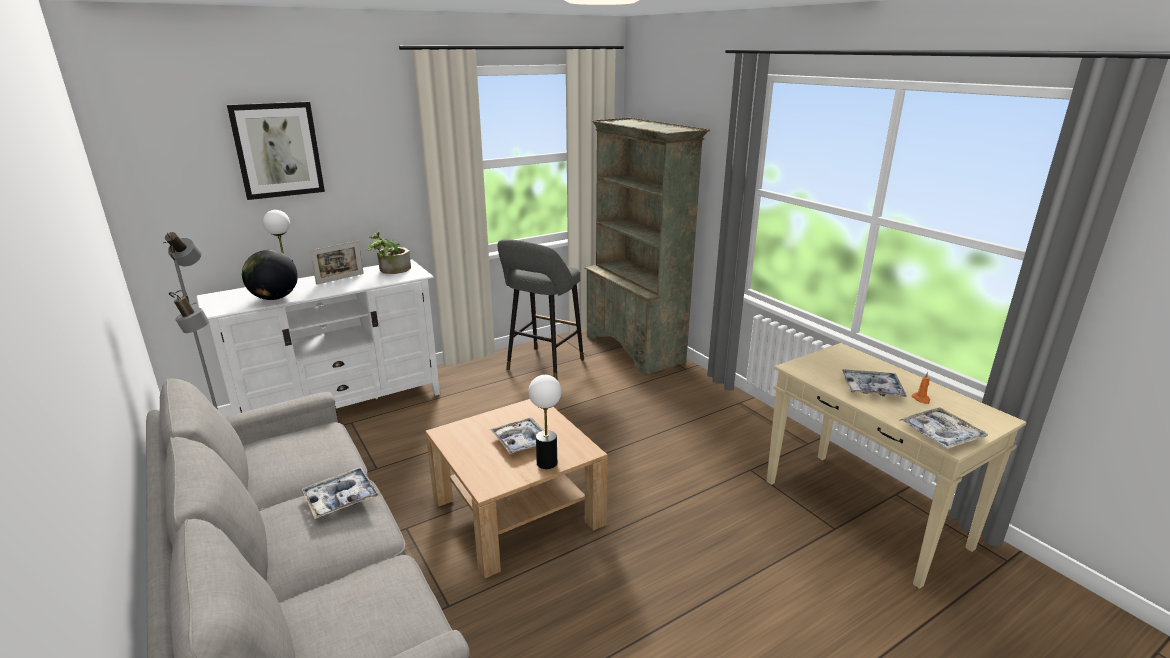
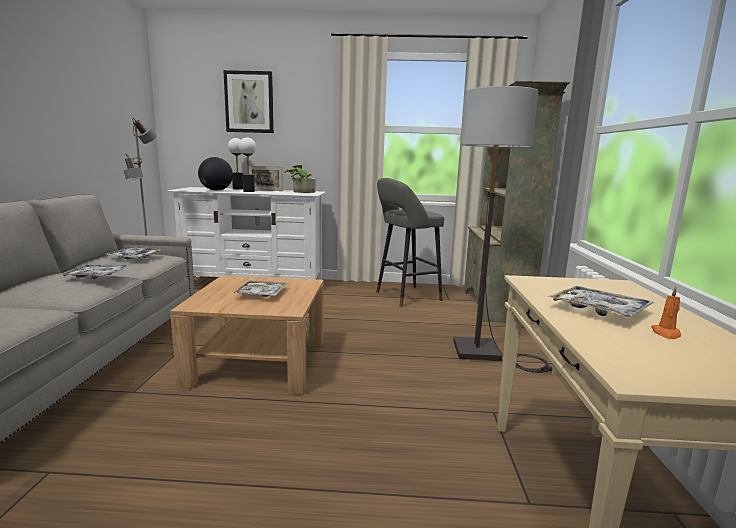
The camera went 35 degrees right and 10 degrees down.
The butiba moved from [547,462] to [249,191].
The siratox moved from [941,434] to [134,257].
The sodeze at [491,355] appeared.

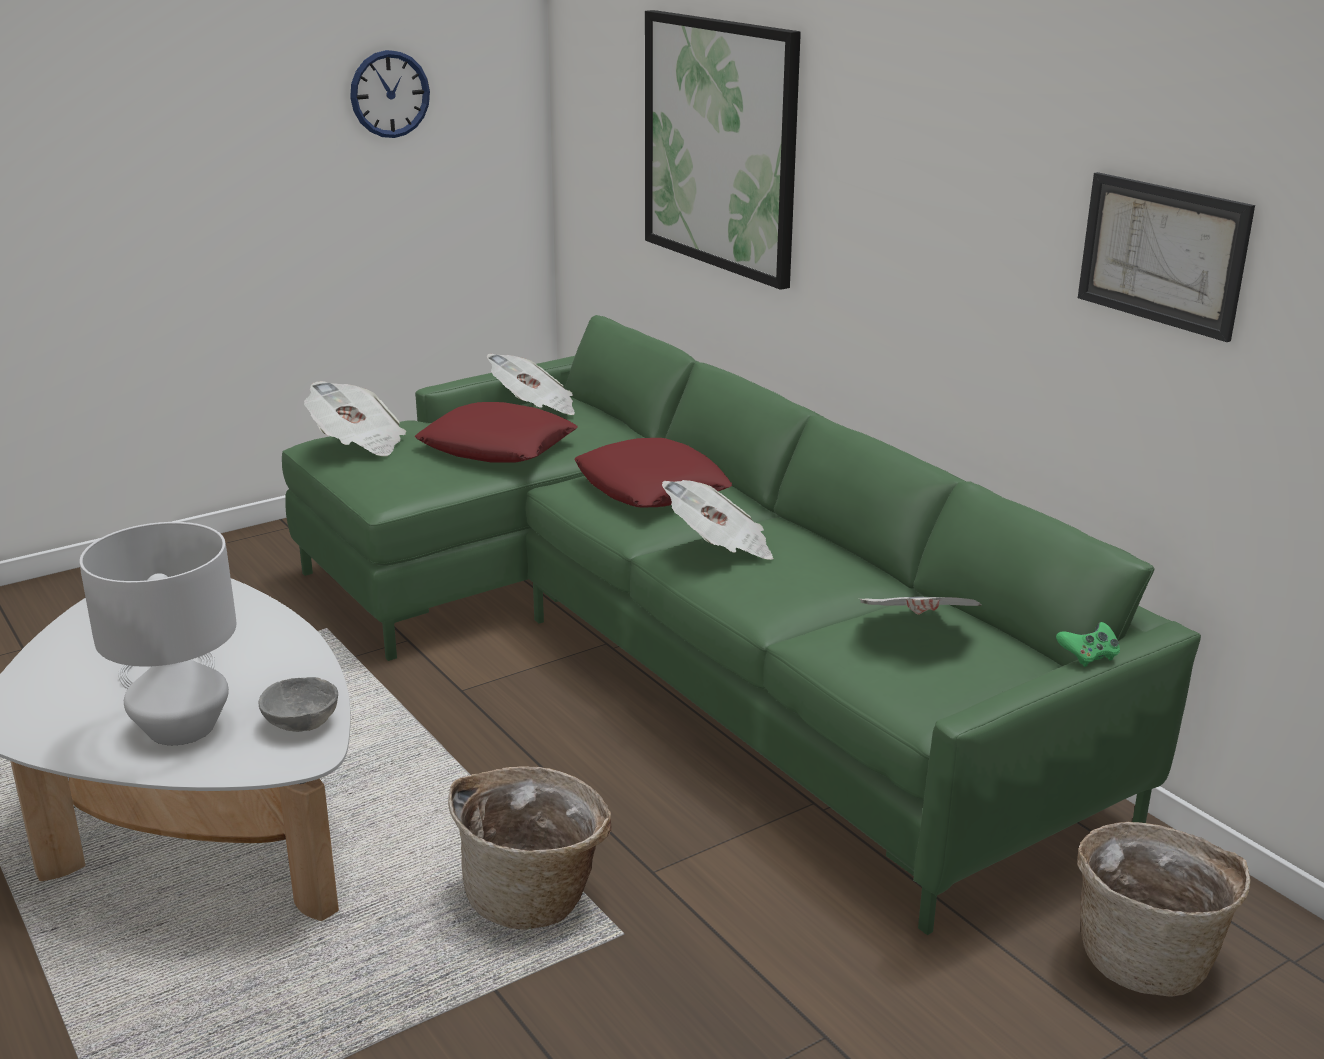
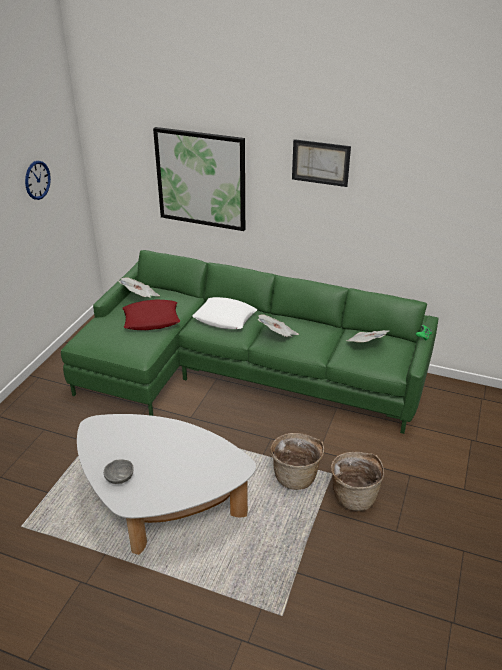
The camera went 35 degrees left and 10 degrees up.
The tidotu moved from [1162,254] to [320,162].
The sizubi at [358,443] disappeared.
The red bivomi at [651,487] became the white bivomi at [225,318].
The grey butiba at [176,704] disappeared.
The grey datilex moved from [301,723] to [120,478].
The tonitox moved from [1146,957] to [354,495].

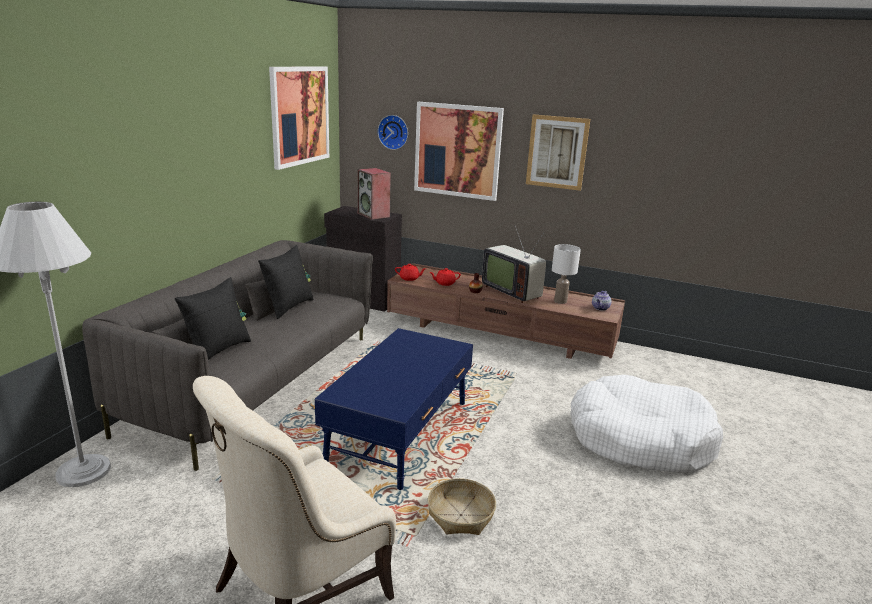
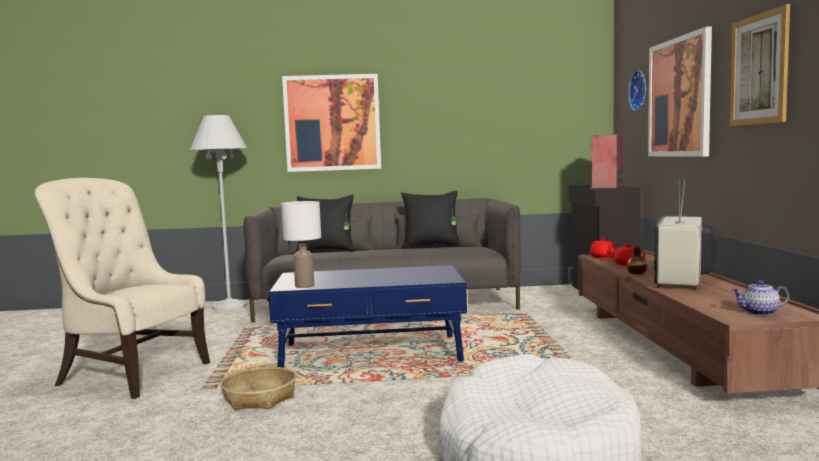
The camera went 65 degrees right and 15 degrees down.
The tidotu moved from [300,116] to [332,123].
The white butiba moved from [560,301] to [304,286].

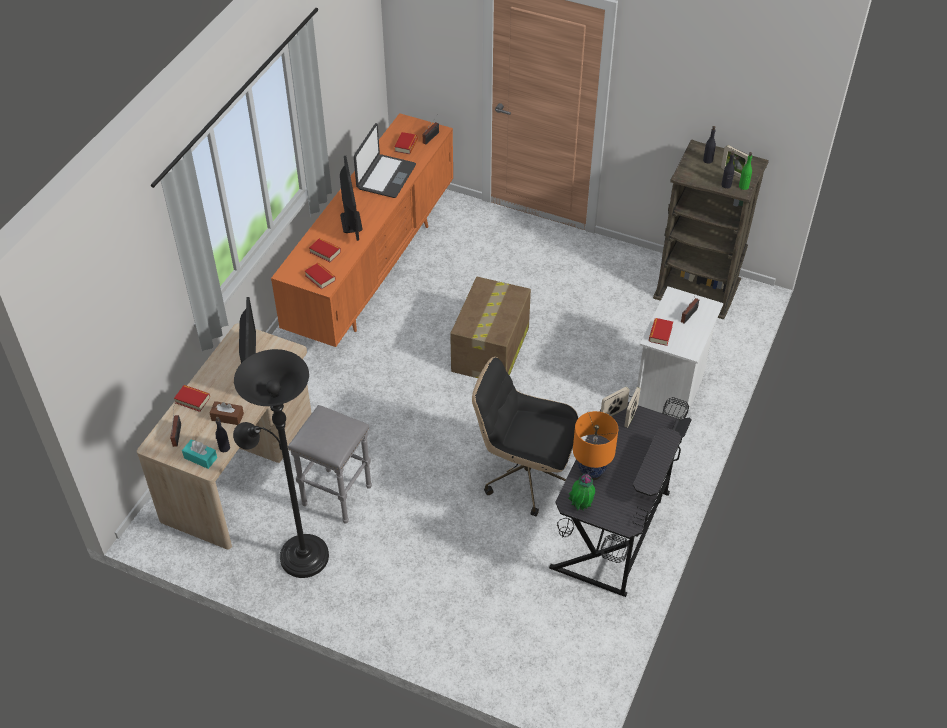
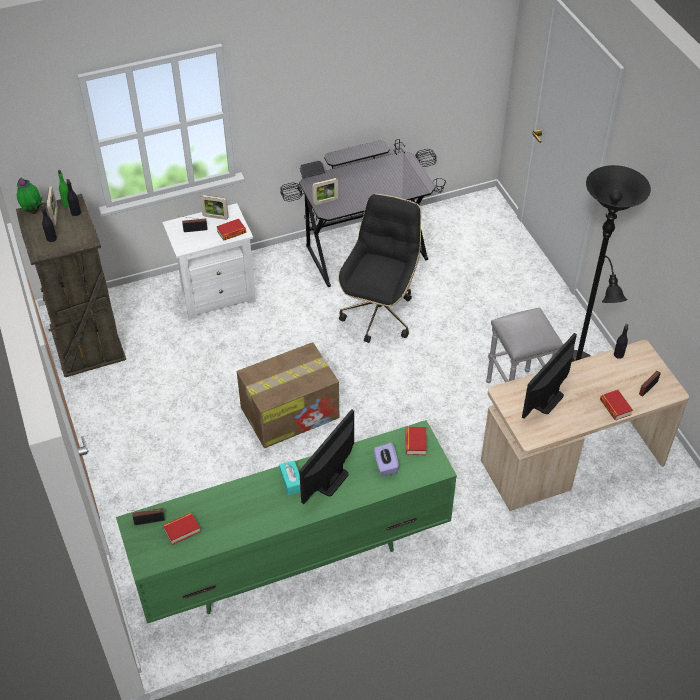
The camera went 135 degrees left and 0 degrees up.
The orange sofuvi at [372,270] became the green sofuvi at [292,561].
The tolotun at [385,177] disappeared.
The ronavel at [325,252] was replaced by the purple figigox at [385,465].
The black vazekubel at [524,478] turned 135 degrees counterclockwise.
The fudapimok moved from [613,413] to [215,217].
The brown figigox at [227,417] disappeared.
The orange butiba at [591,471] disappeared.
The turquoise figigox moved from [200,458] to [291,481].
The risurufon moved from [581,506] to [33,211].

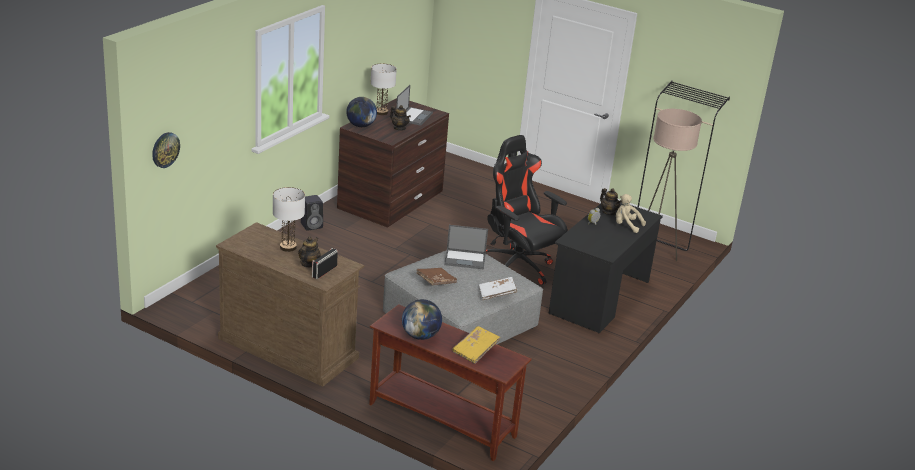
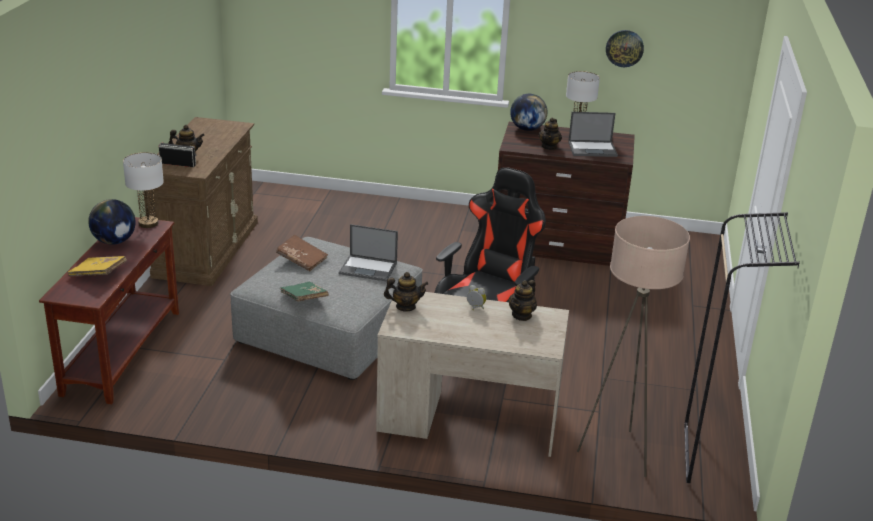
The camera went 70 degrees right and 0 degrees up.
The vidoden moved from [165,149] to [624,48].
The butiba moved from [288,247] to [148,223].
The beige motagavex at [626,225] disappeared.
The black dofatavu at [312,225] disappeared.
The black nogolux at [599,298] became the beige nogolux at [468,419].
The tolotun at [465,259] turned 60 degrees counterclockwise.
The white ronavel at [497,294] became the green ronavel at [304,299].
The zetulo at [405,307] appeared.

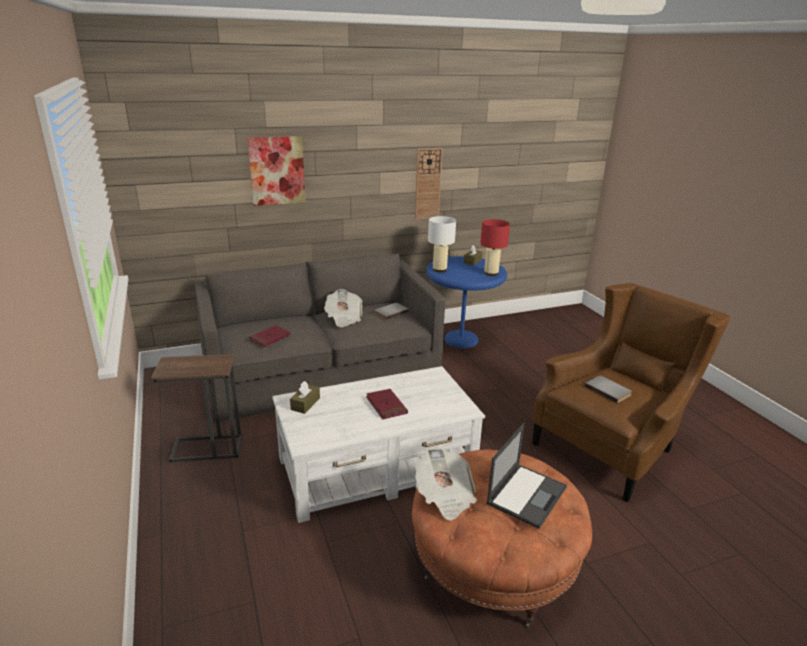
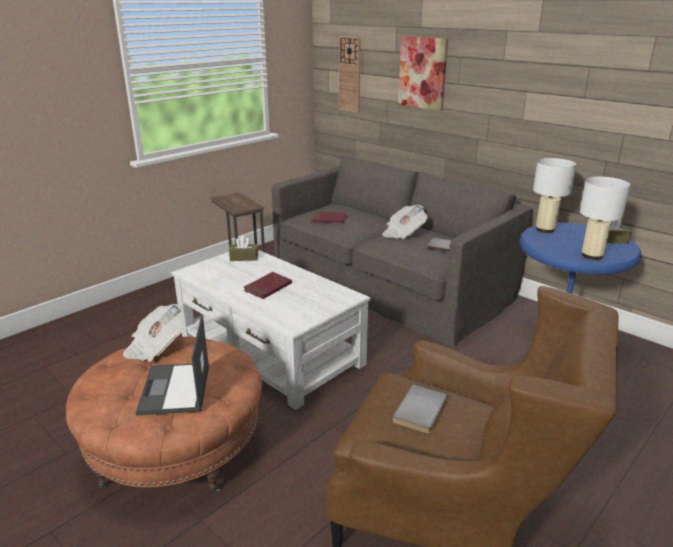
The camera went 65 degrees right and 0 degrees up.
The vidoden moved from [428,184] to [350,74].
The red butiba at [491,273] became the white butiba at [592,256].
The tolotun at [527,494] turned 75 degrees clockwise.

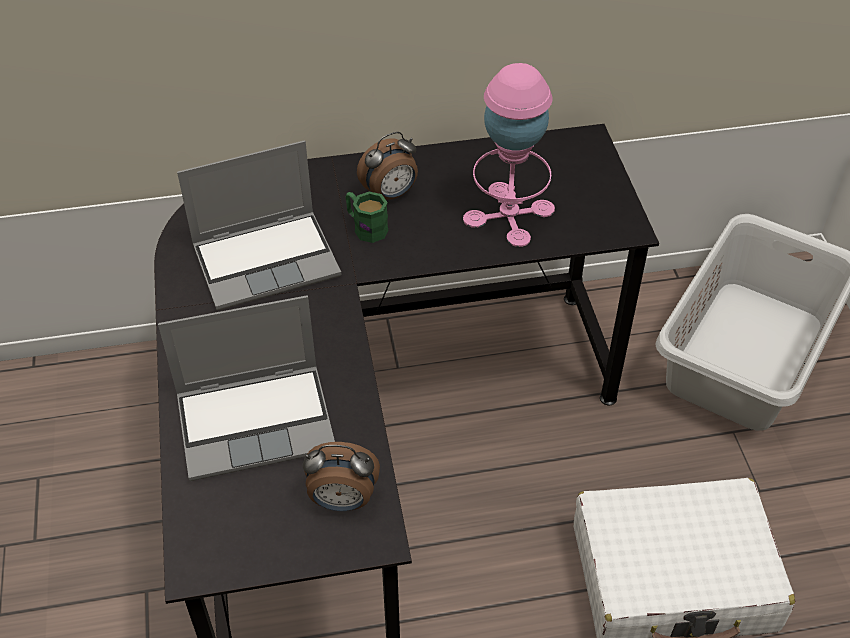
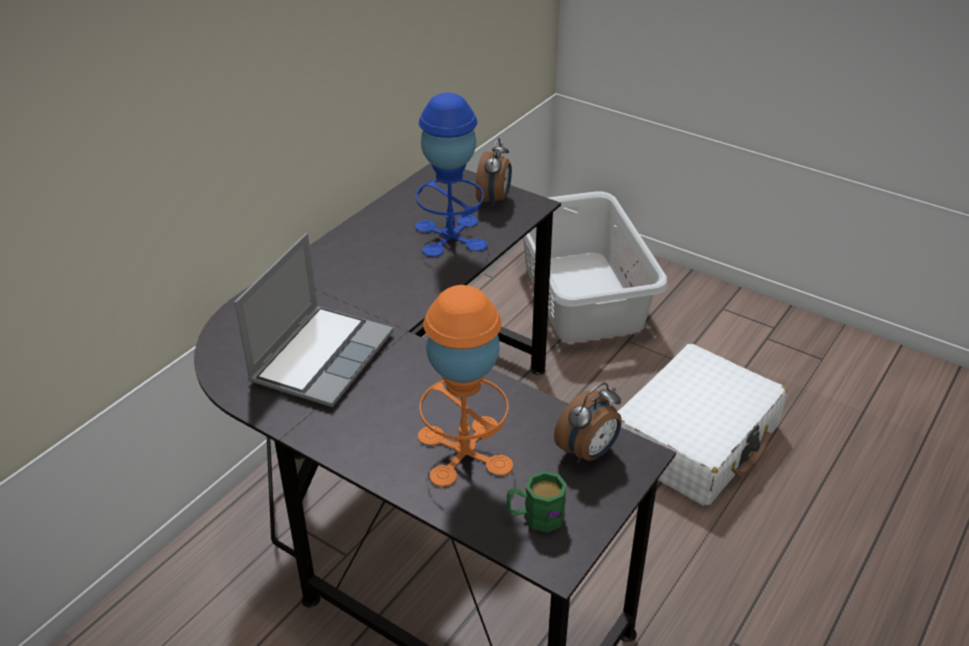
The camera went 45 degrees left and 10 degrees down.
The pink butiba at [508,214] became the blue butiba at [450,236].
The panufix moved from [390,194] to [494,199].
The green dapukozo moved from [365,227] to [535,517].
The tolotun at [257,421] was replaced by the orange butiba at [464,451].

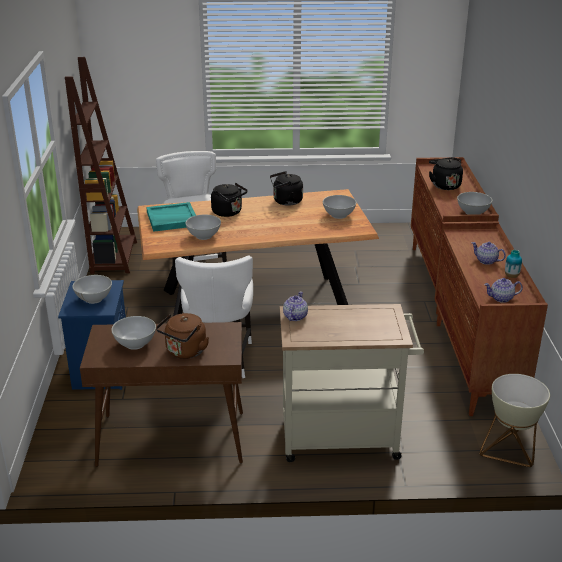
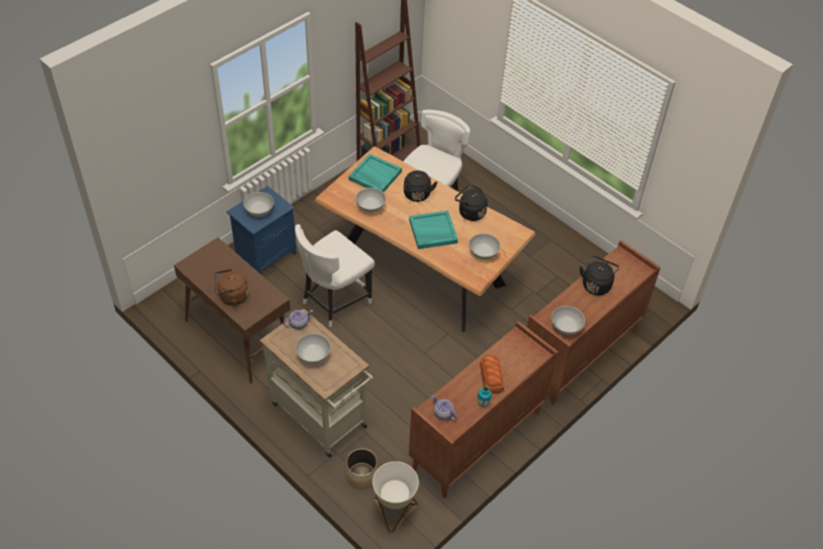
The camera went 45 degrees right and 20 degrees up.
The zetulo at [486,261] was replaced by the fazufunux at [491,377].
The white datilex moved from [135,344] to [313,356].
The turquoise siratox at [432,231] appeared.
The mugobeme at [362,475] appeared.

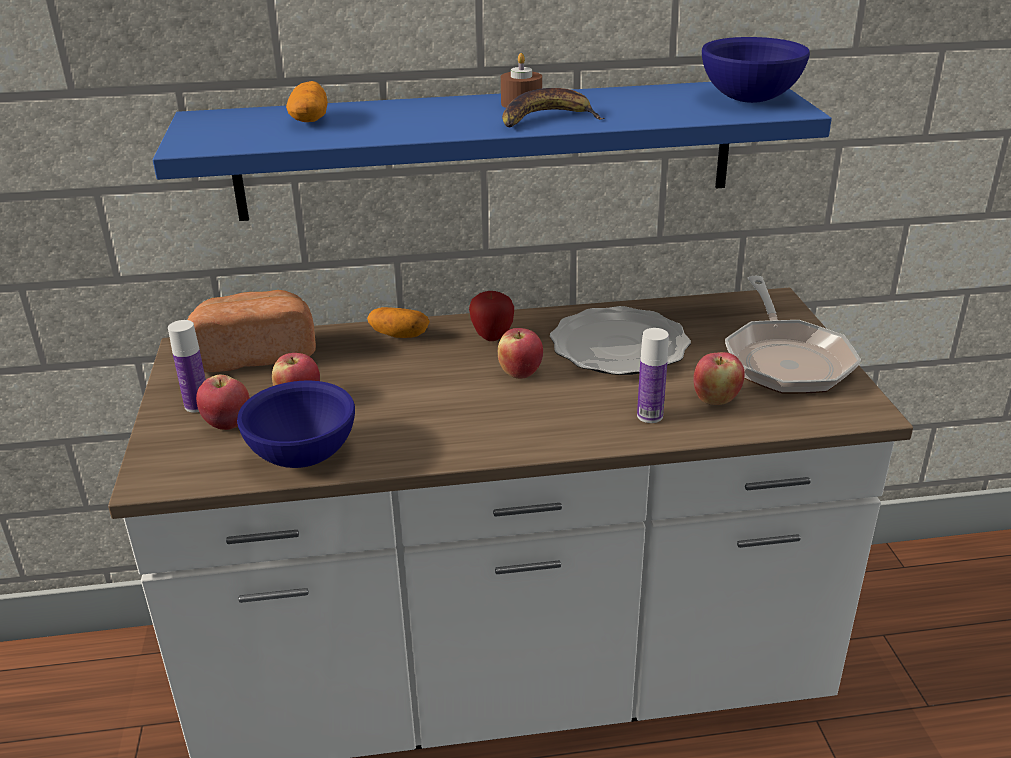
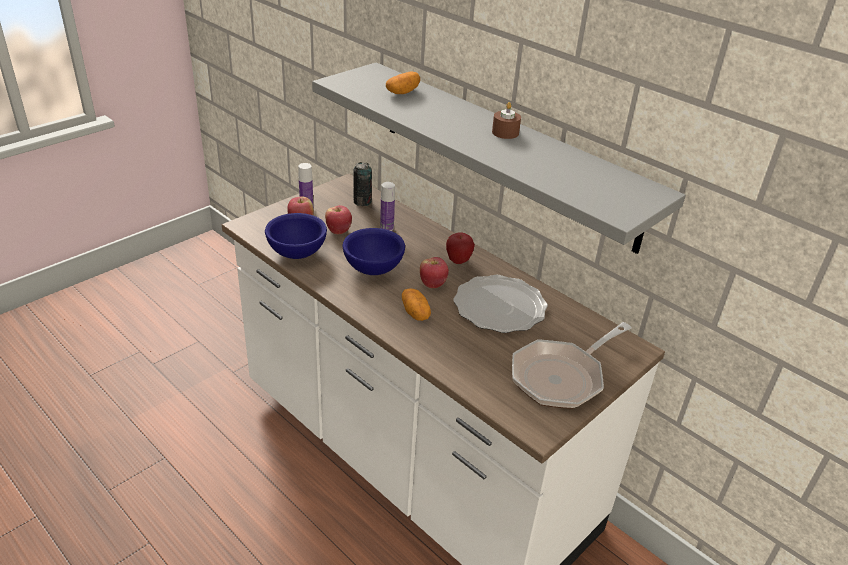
The camera went 50 degrees right and 5 degrees up.
The blue datilex moved from [748,99] to [372,268].
The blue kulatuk at [486,149] became the grey kulatuk at [504,152].
The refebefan at [547,119] disappeared.
The fazufunux at [255,353] was replaced by the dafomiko at [362,202].
The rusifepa moved from [399,335] to [415,313].
The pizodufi moved from [650,416] to [387,228].
The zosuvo at [715,399] disappeared.

